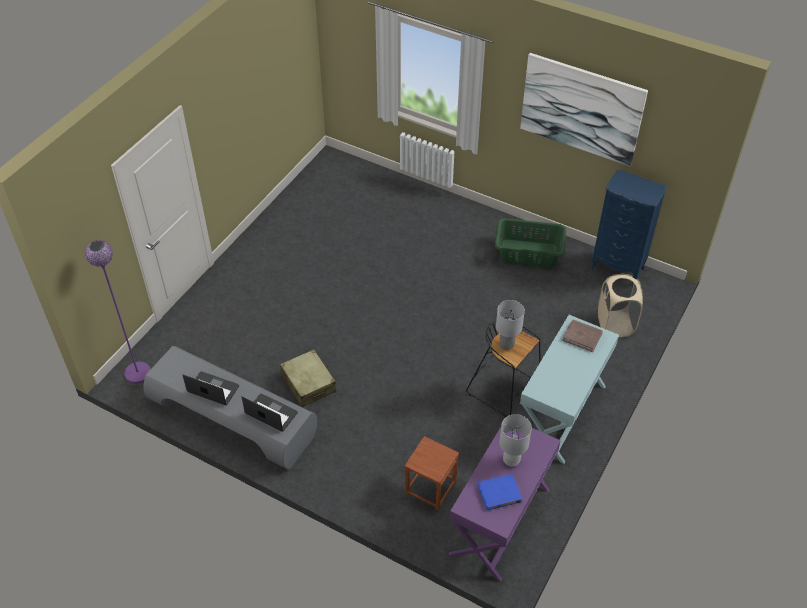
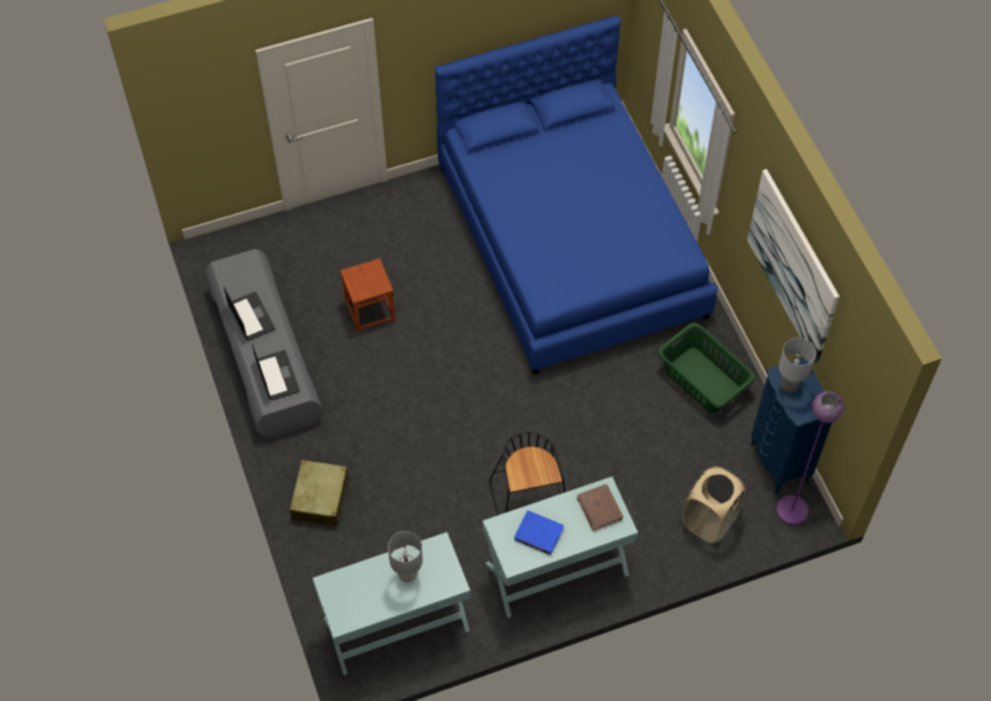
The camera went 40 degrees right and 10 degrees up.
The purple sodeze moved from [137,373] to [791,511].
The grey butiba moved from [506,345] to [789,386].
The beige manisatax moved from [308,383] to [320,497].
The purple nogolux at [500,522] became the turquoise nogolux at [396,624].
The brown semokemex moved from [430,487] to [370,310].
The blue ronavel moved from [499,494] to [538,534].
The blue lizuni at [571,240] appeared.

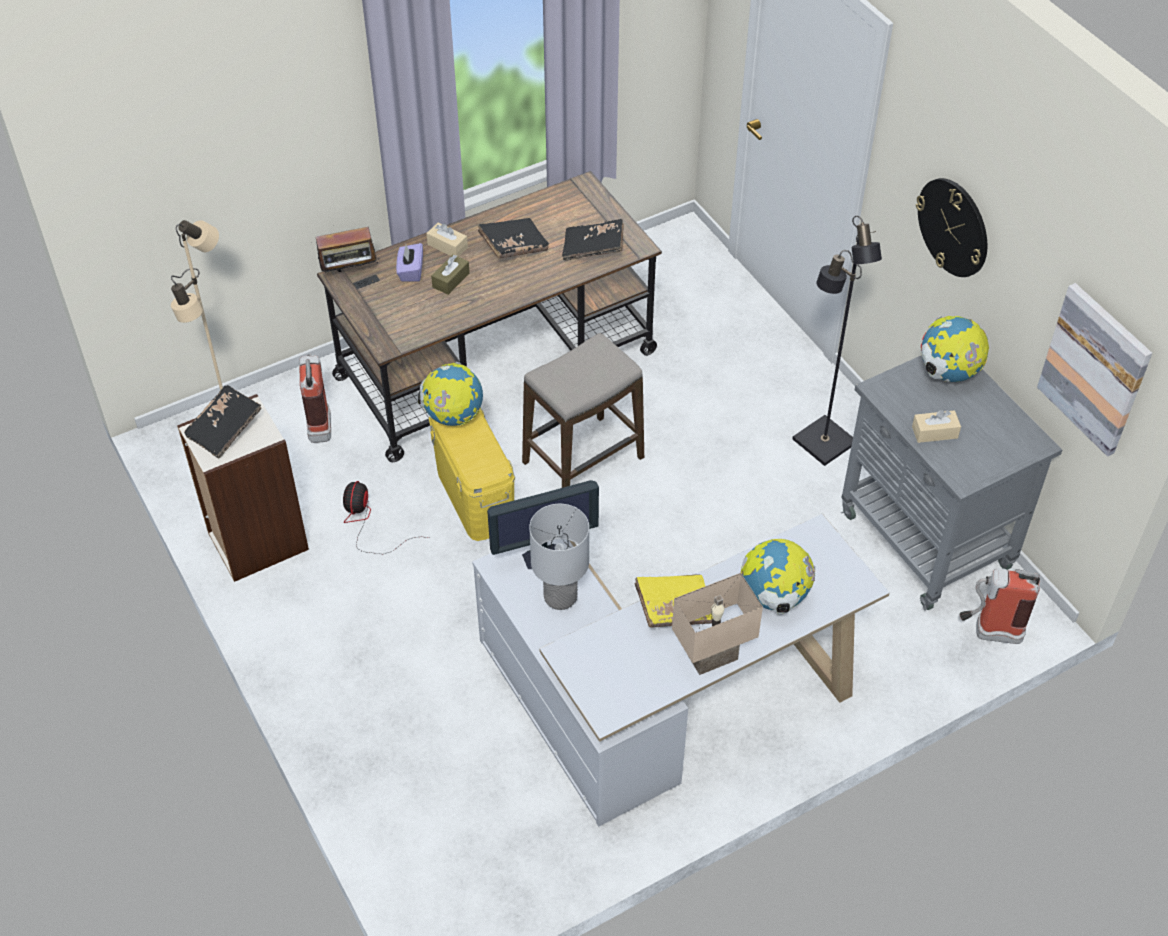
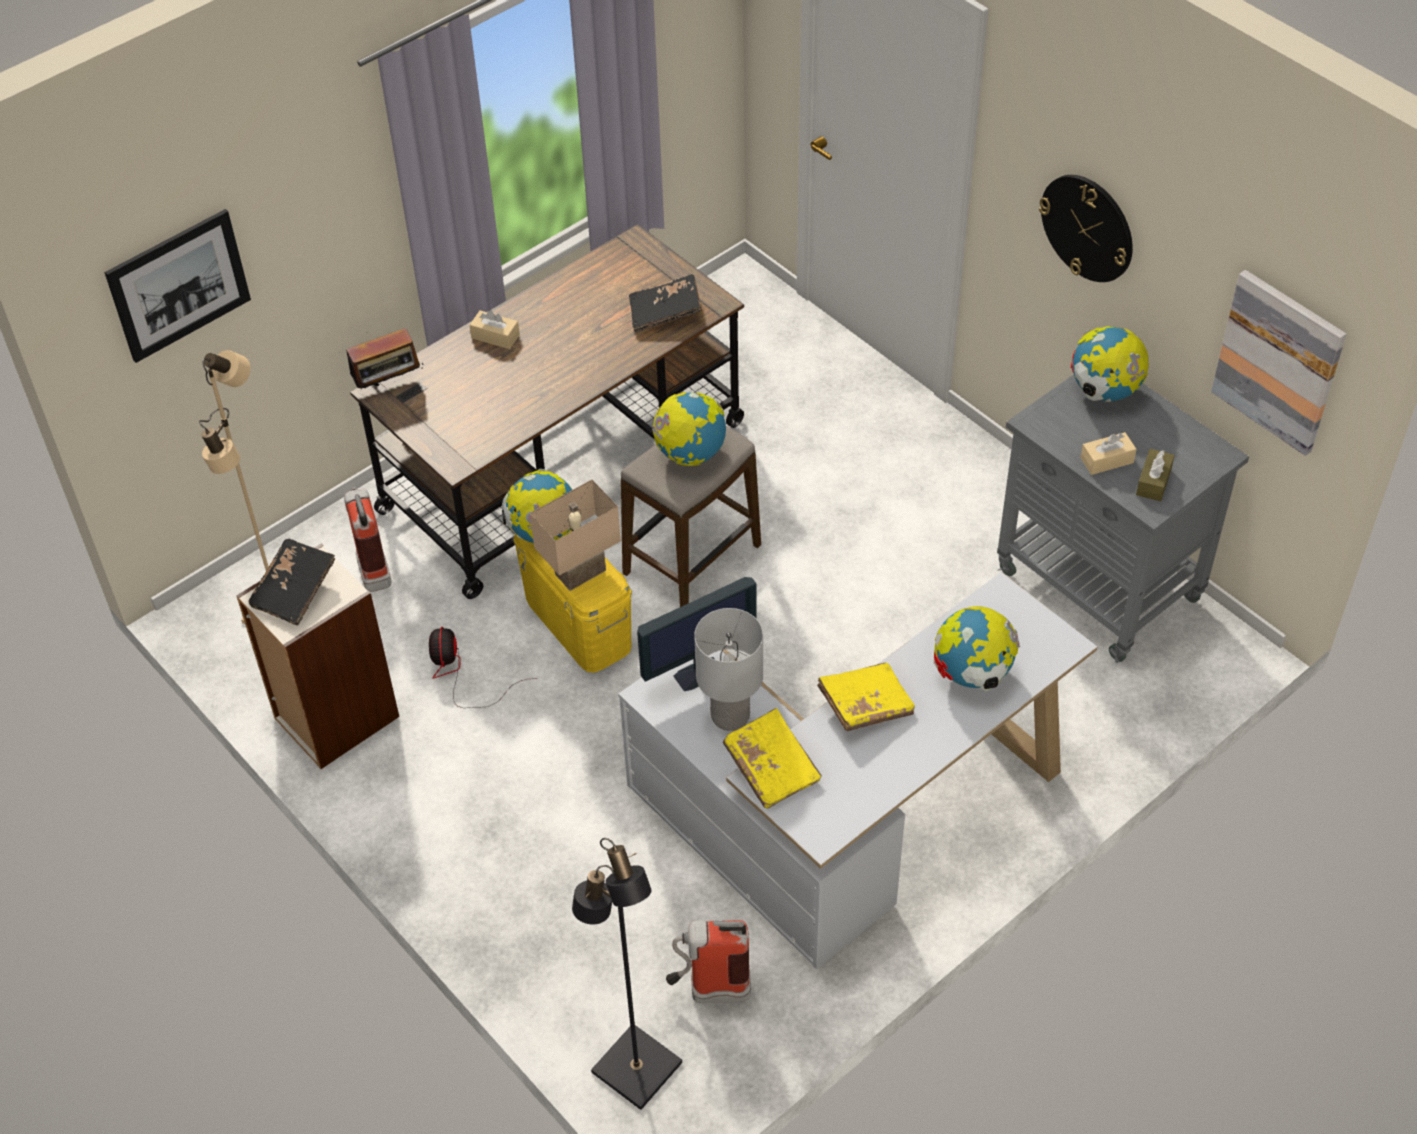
The camera went 10 degrees left and 0 degrees up.
The black sodeze moved from [824,441] to [636,1067].
The black ronavel at [513,246] disappeared.
The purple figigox at [410,271] disappeared.
The brown figigox moved from [451,280] to [1153,482].
The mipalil moved from [988,632] to [708,991].
The beige butiba moved from [712,655] to [579,570].
The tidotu at [179,285] appeared.
The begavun at [690,454] appeared.
The yellow ronavel at [771,767] appeared.

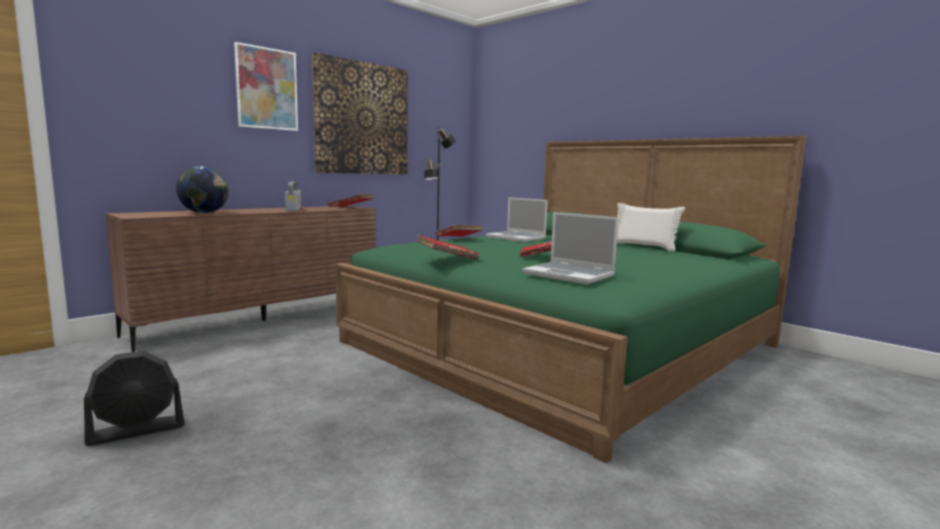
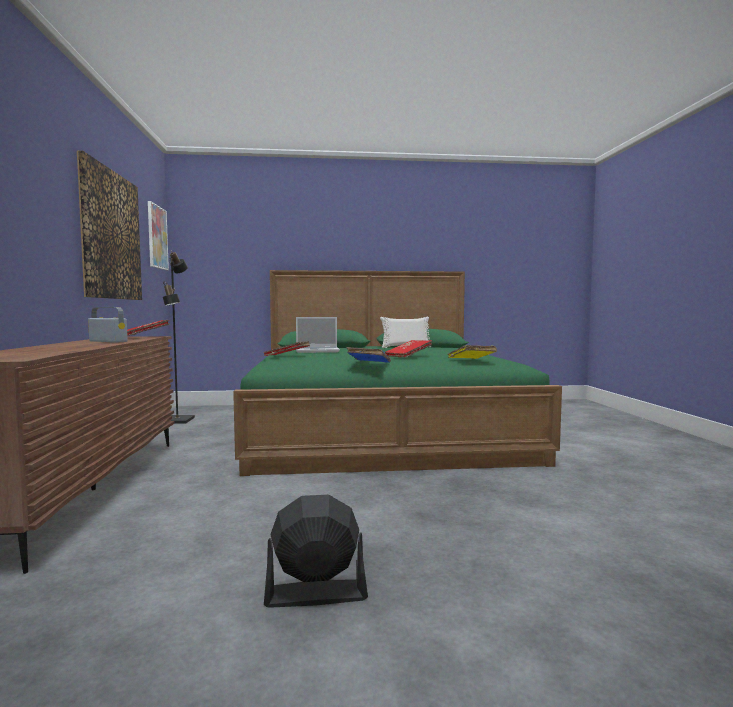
The camera went 50 degrees left and 5 degrees down.
The tidotu moved from [266,89] to [157,237].
The begavun at [204,213] disappeared.
The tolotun at [570,275] was replaced by the yellow ronavel at [471,361].
The red ronavel at [447,258] became the blue ronavel at [368,364].
The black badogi at [137,430] turned 105 degrees counterclockwise.

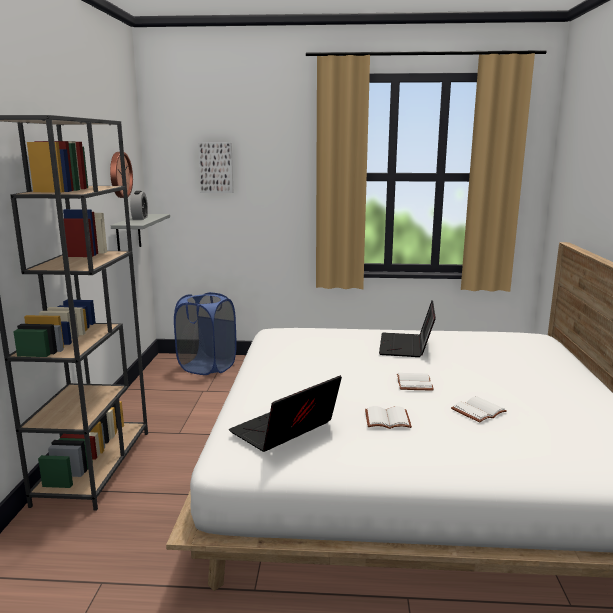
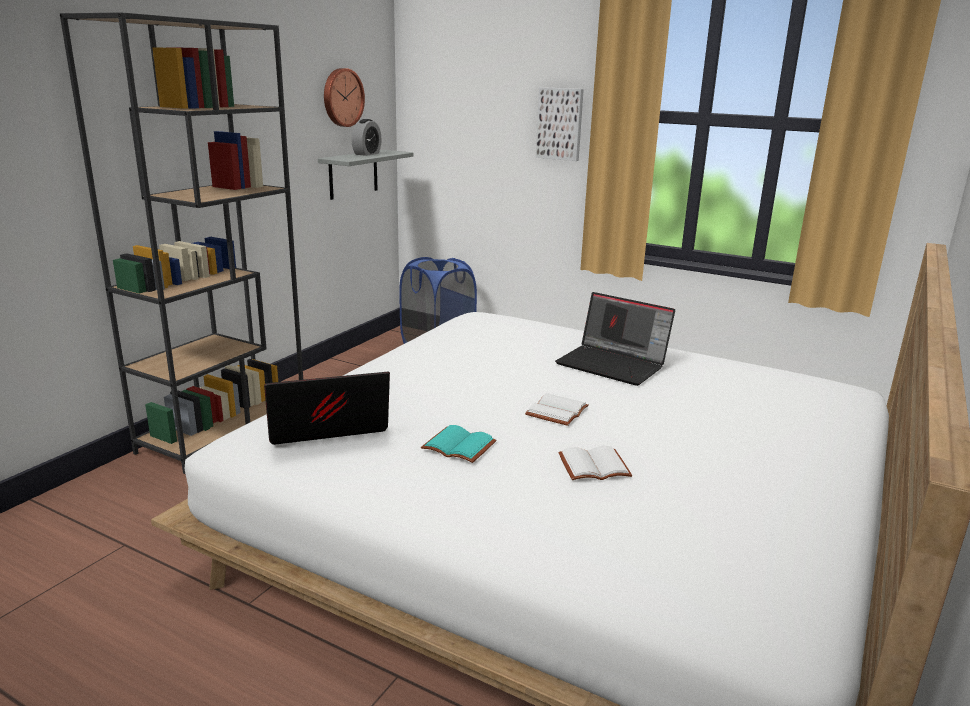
The camera went 25 degrees right and 5 degrees up.
The tidotu moved from [216,167] to [560,124].
The tolotun at [406,346] turned 90 degrees counterclockwise.
The white ronavel at [386,420] became the turquoise ronavel at [457,447].

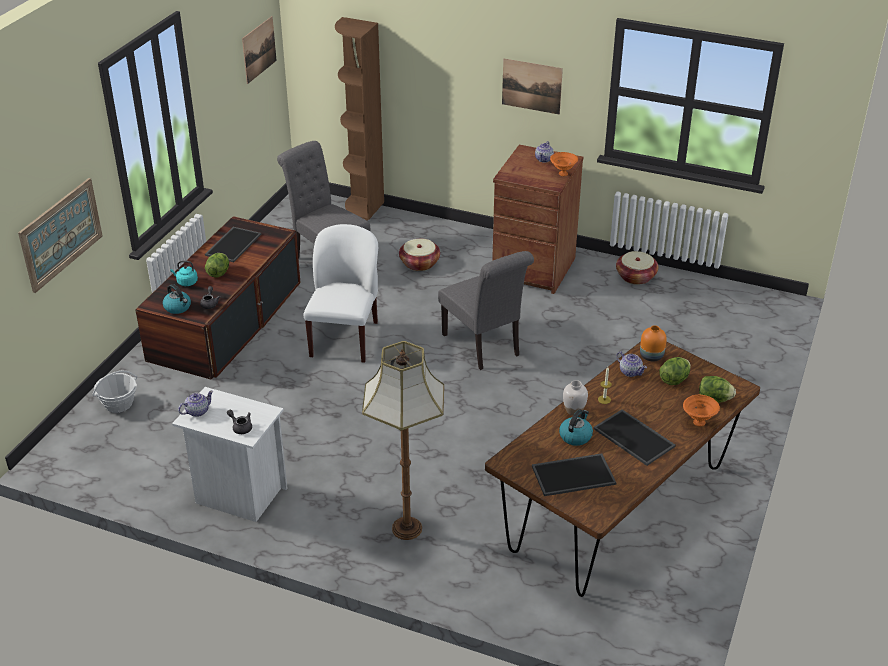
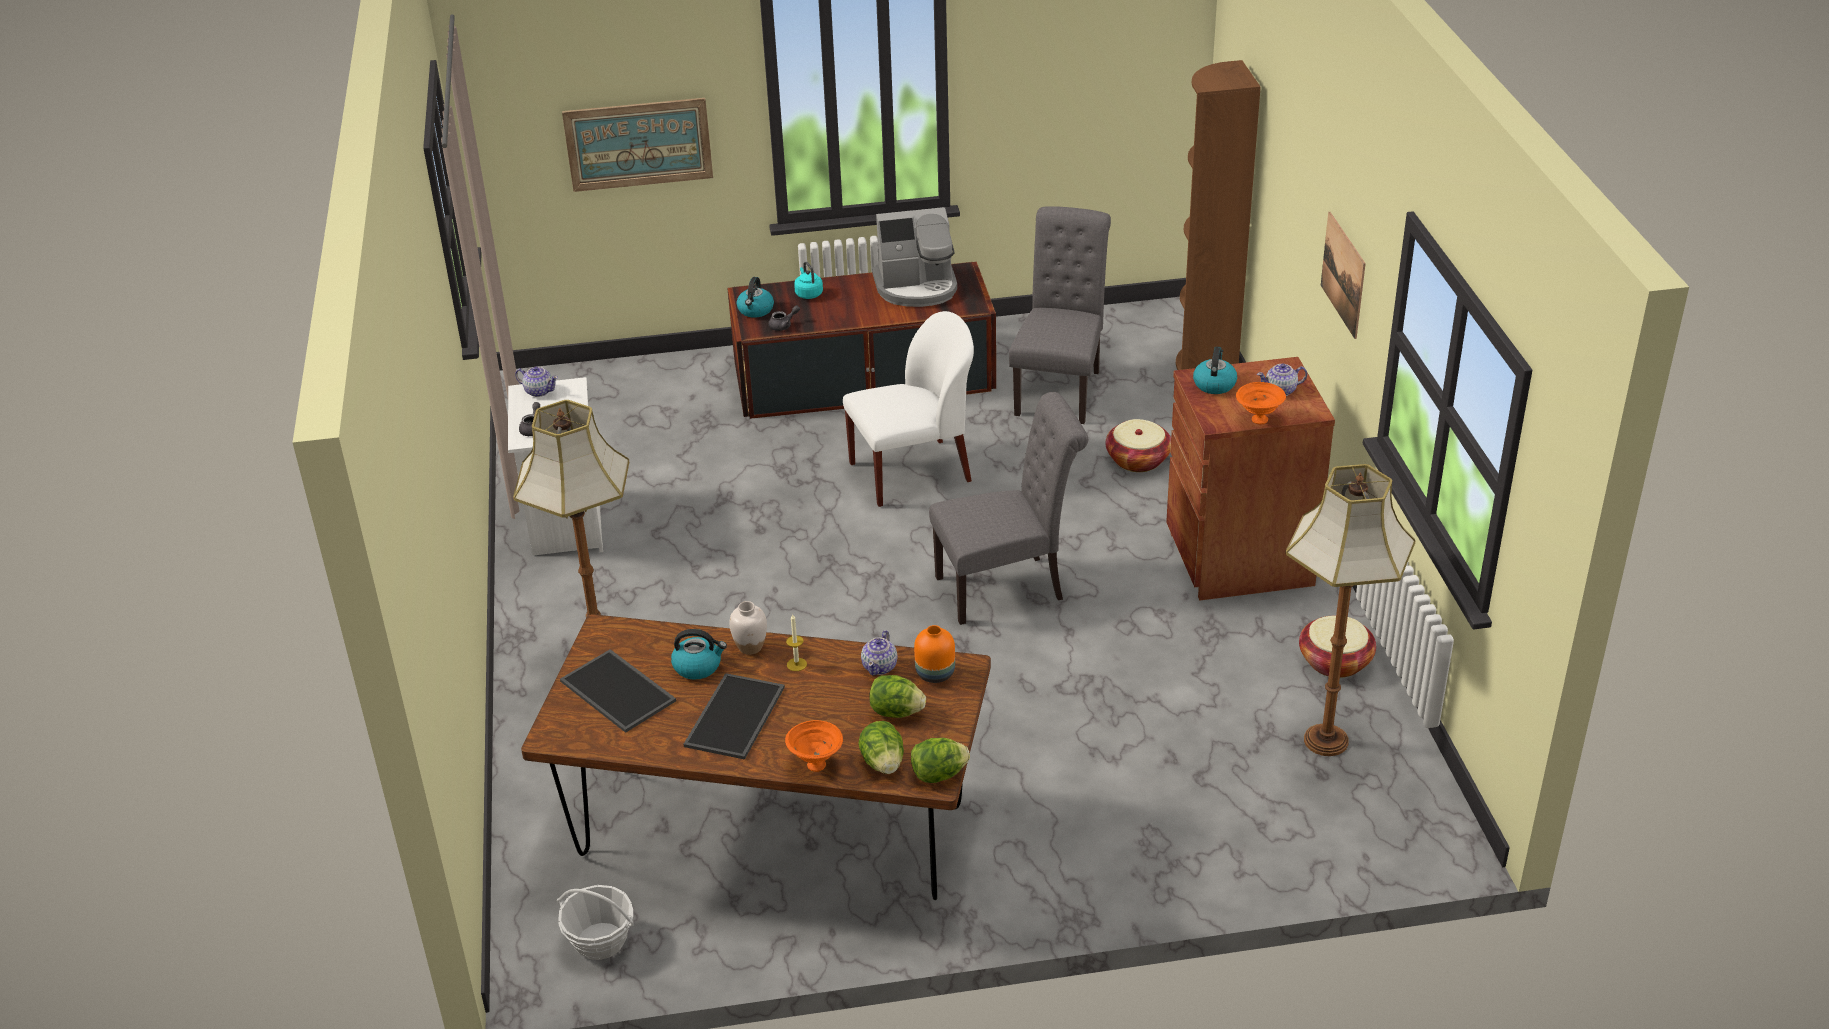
The camera went 60 degrees right and 0 degrees up.
The tidotu at [259,49] disappeared.
The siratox at [233,244] was replaced by the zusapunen at [917,287].
The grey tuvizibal at [484,347] turned 135 degrees counterclockwise.
The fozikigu moved from [218,273] to [938,774].
The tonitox moved from [118,404] to [600,941].
The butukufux at [1214,384] appeared.
The sodeze at [1324,741] appeared.

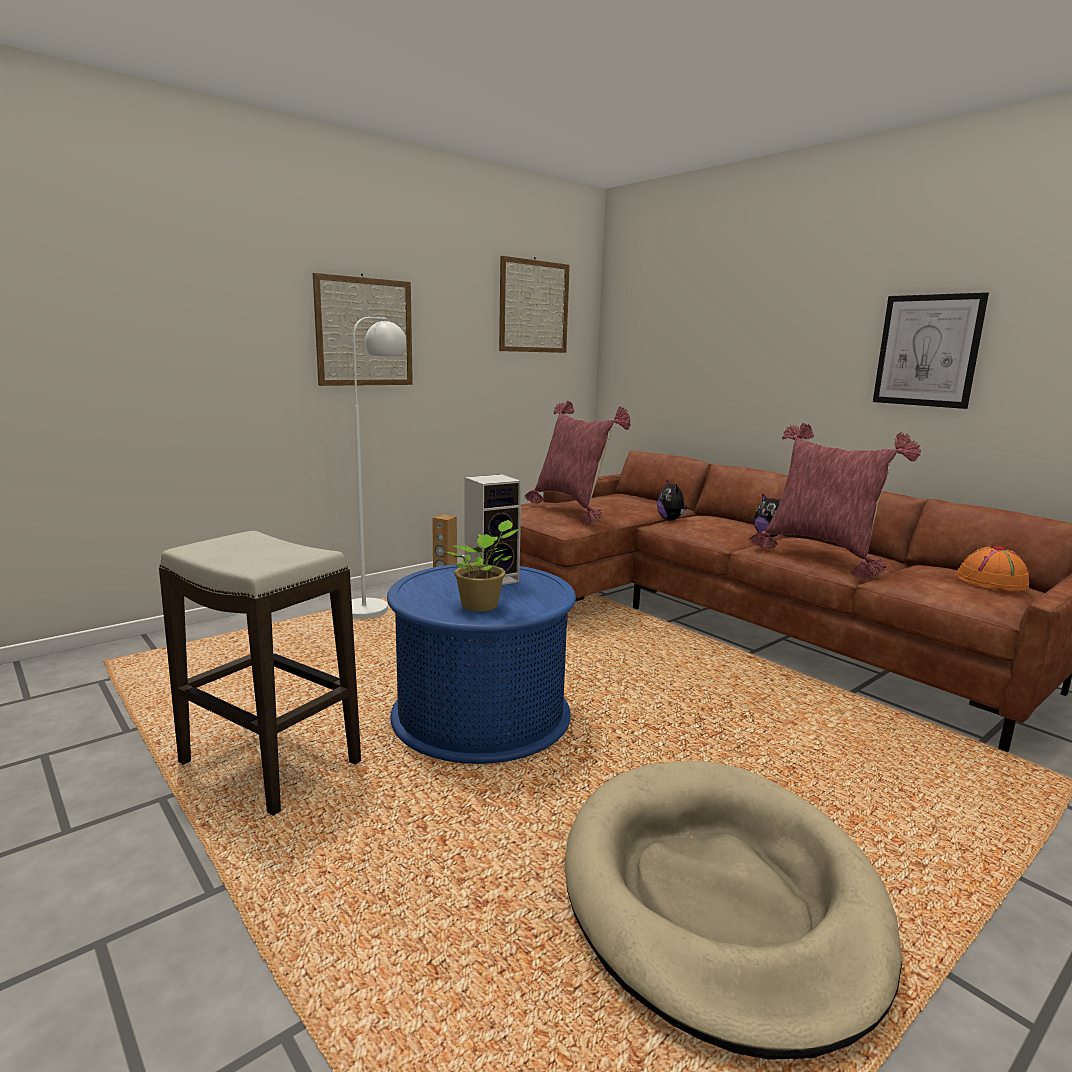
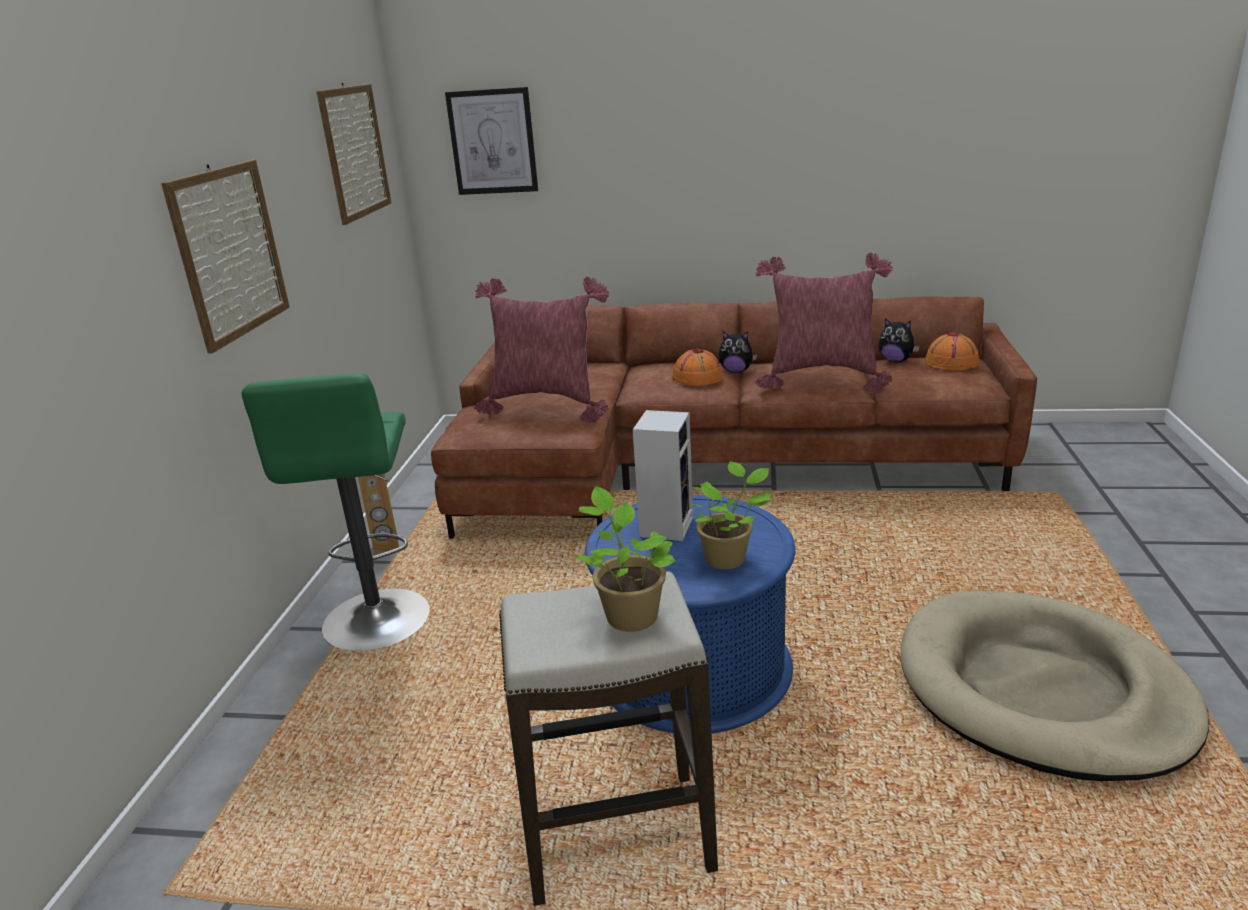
The camera went 40 degrees left and 10 degrees up.
The tidotu moved from [927,350] to [493,142].
The white sodeze at [375,607] was replaced by the green semokemex at [375,620].
The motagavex moved from [671,520] to [896,361].
The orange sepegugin at [696,377] appeared.
The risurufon at [629,615] appeared.

